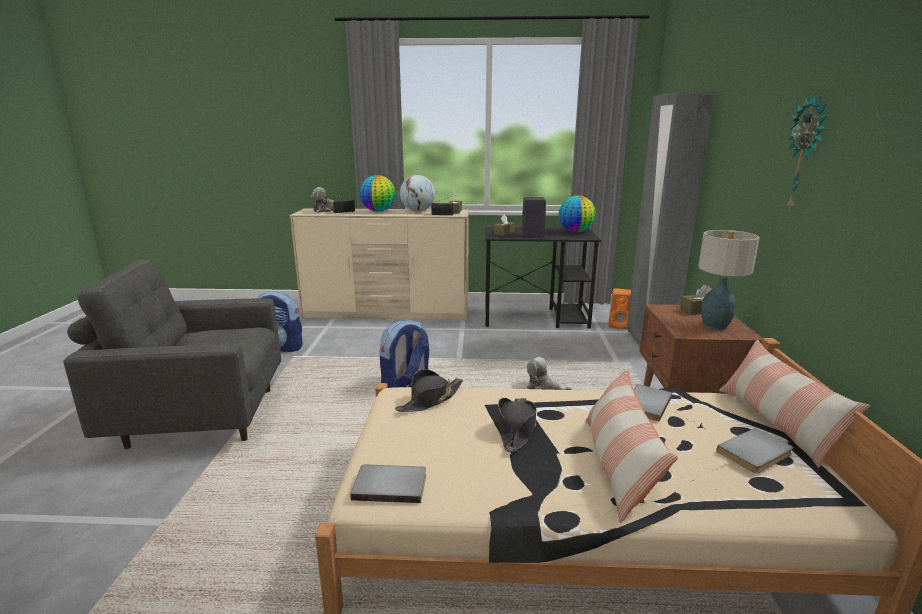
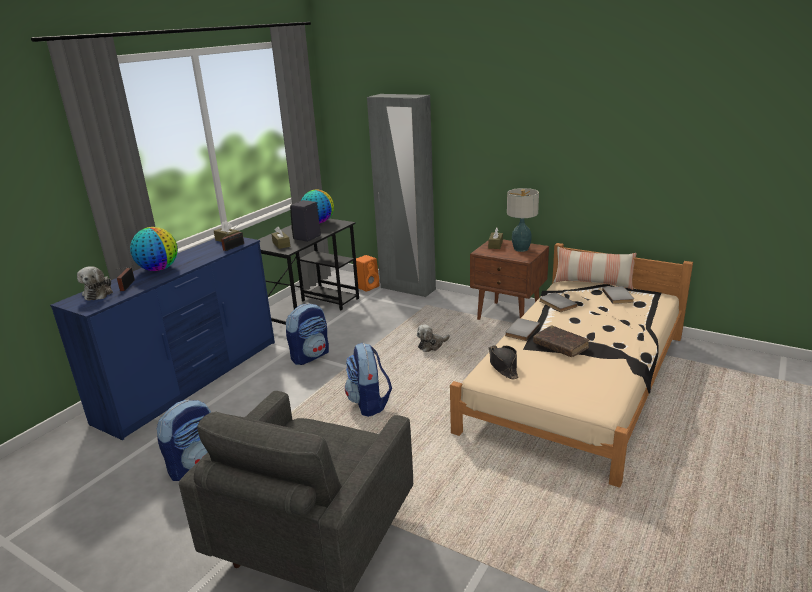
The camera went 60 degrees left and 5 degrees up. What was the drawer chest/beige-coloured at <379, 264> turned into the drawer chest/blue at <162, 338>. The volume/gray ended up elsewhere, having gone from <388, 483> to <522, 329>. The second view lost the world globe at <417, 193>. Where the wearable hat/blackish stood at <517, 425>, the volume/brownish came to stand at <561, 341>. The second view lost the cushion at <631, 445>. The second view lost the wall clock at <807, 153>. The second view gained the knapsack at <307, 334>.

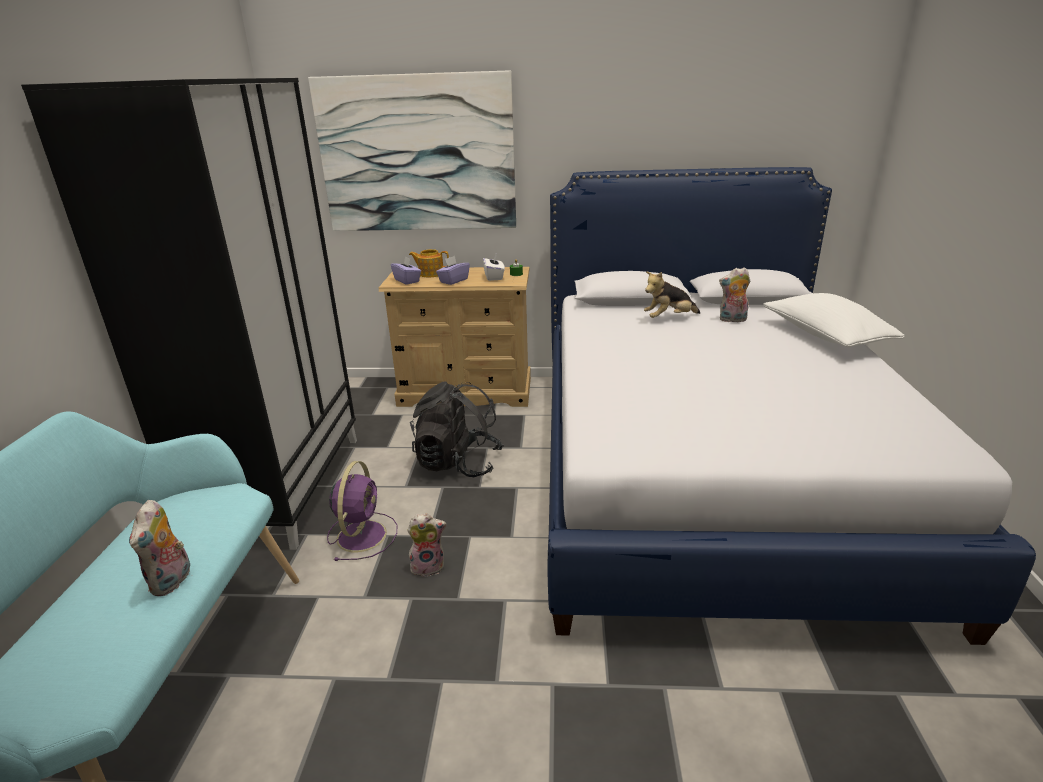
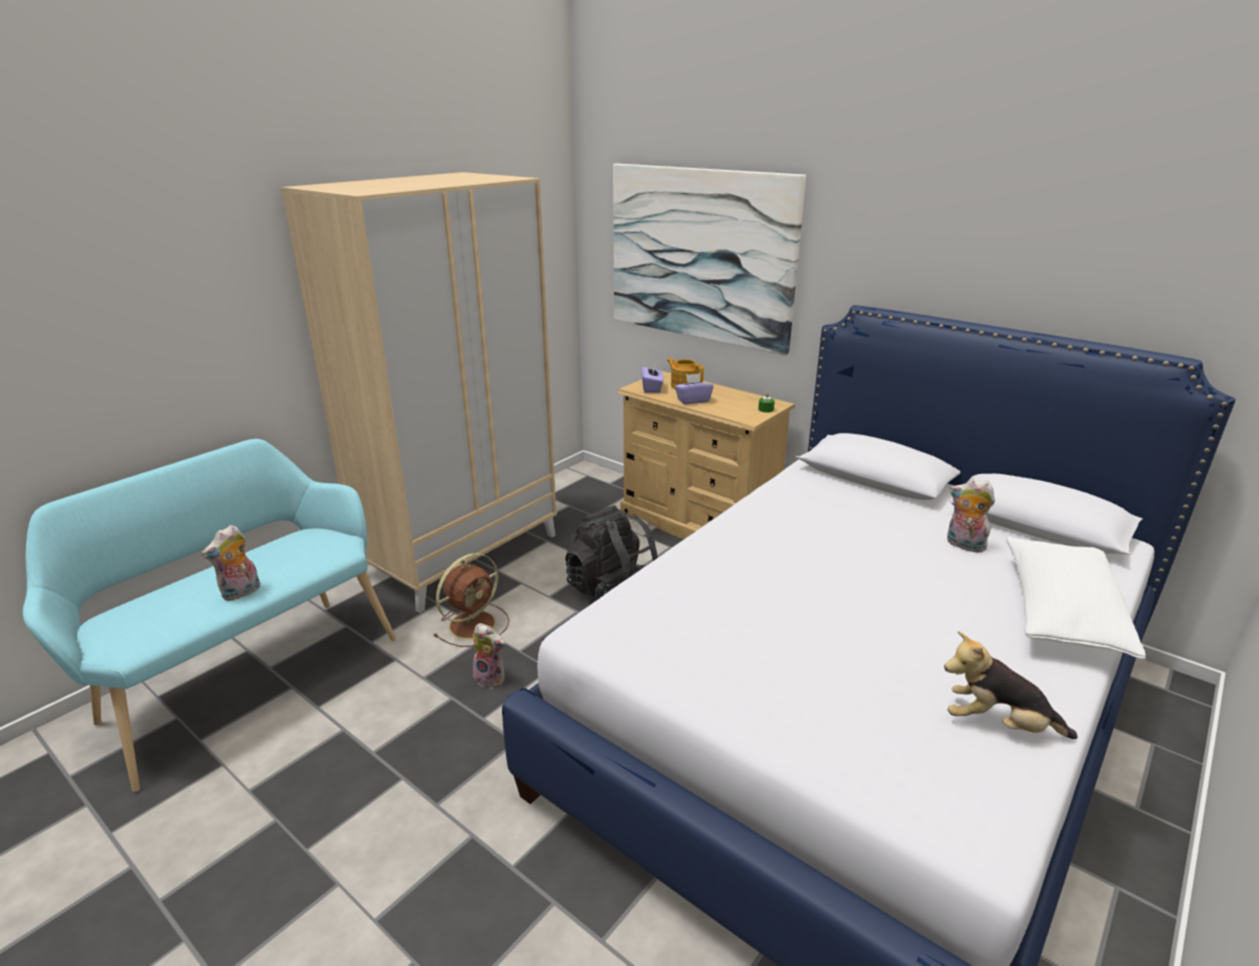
The camera went 35 degrees right and 0 degrees up. What was the wardrobe/blackish at <189, 314> turned into the wardrobe/beige-coloured at <419, 392>. What was the electric fan/purplish at <362, 511> turned into the electric fan/brownish at <471, 600>. The second view lost the tissue box/white at <494, 267>. The cuddly toy ended up elsewhere, having gone from <672, 294> to <1011, 685>.

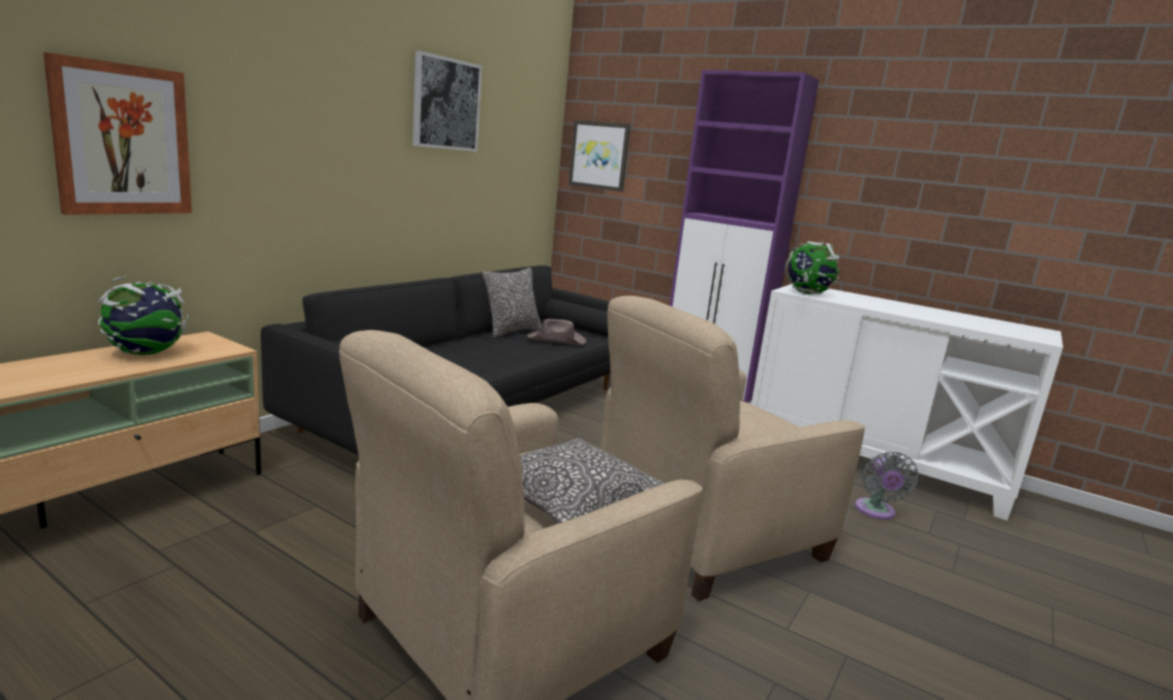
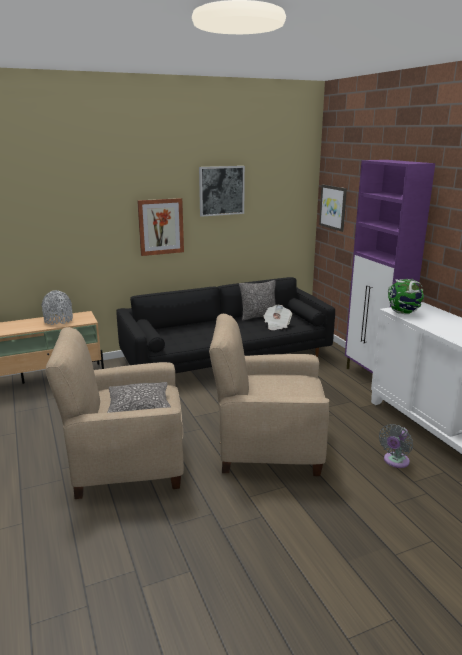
The camera went 35 degrees right and 5 degrees up. The wall picture ended up elsewhere, having gone from <117, 133> to <160, 227>. Where the world globe stood at <143, 315>, the vase/gray came to stand at <57, 307>. Where the wearable hat/brownish stood at <557, 332>, the printed paper came to stand at <277, 317>.

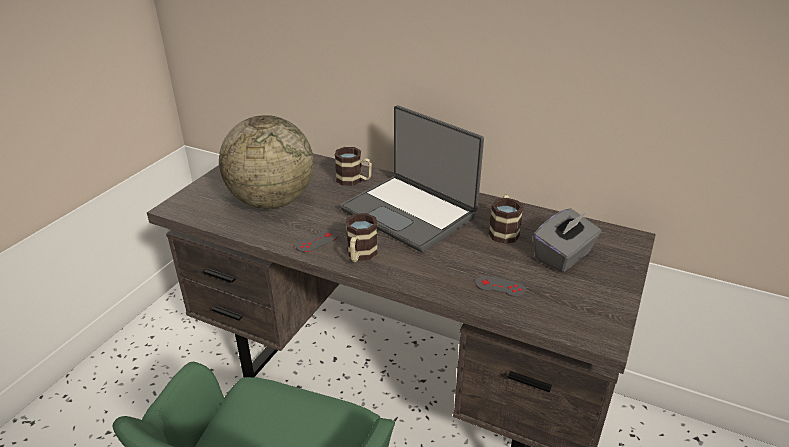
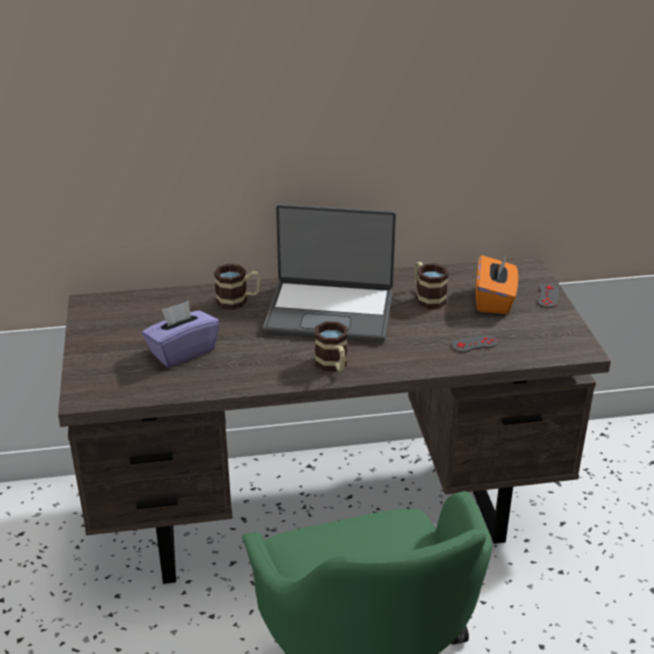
The camera went 35 degrees left and 0 degrees up. Where the world globe stood at <266, 162>, the tissue box/purplish came to stand at <180, 334>. The gamepad/gray ended up elsewhere, having gone from <317, 241> to <548, 295>. What was the tissue box/gray at <567, 240> turned into the tissue box/orange-coloured at <497, 284>.

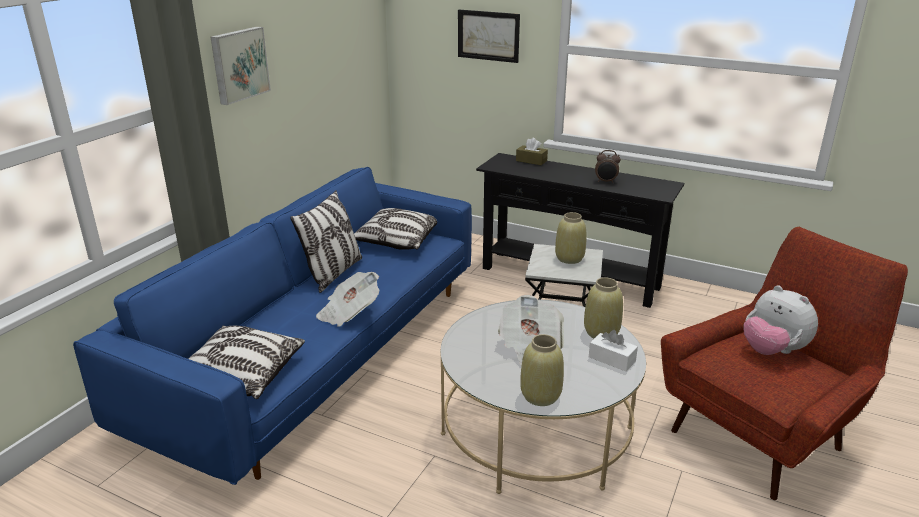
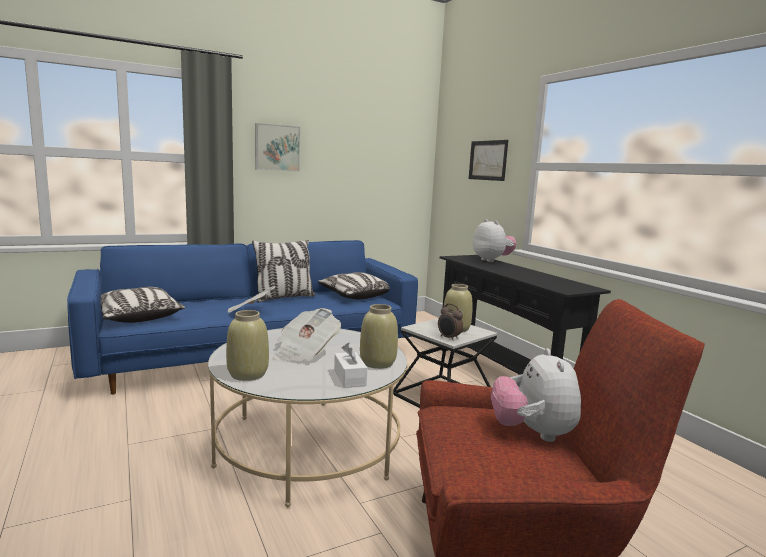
The camera went 35 degrees right and 15 degrees down. Where the tissue box/brownish stood at <532, 151>, the cuddly toy came to stand at <494, 240>. The bedside clock ended up elsewhere, having gone from <608, 166> to <450, 322>.

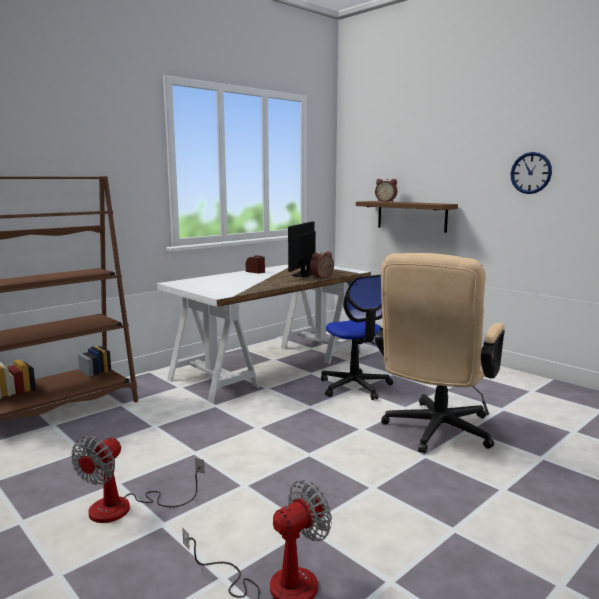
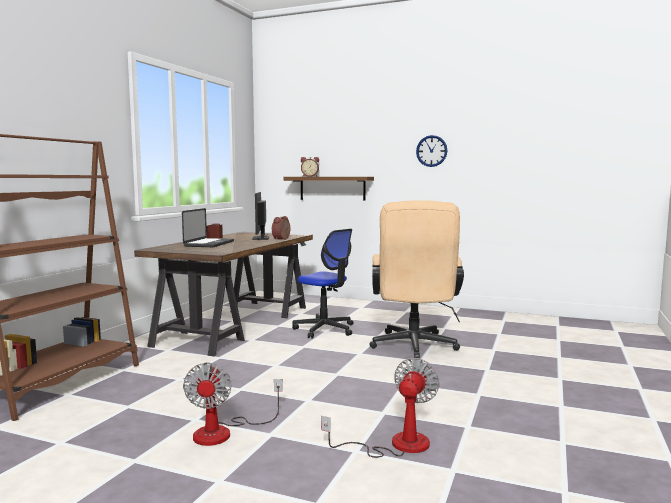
The camera went 25 degrees left and 5 degrees down. What was the desk/white at <264, 333> turned into the desk/brownish at <223, 294>. The second view gained the laptop at <208, 227>.

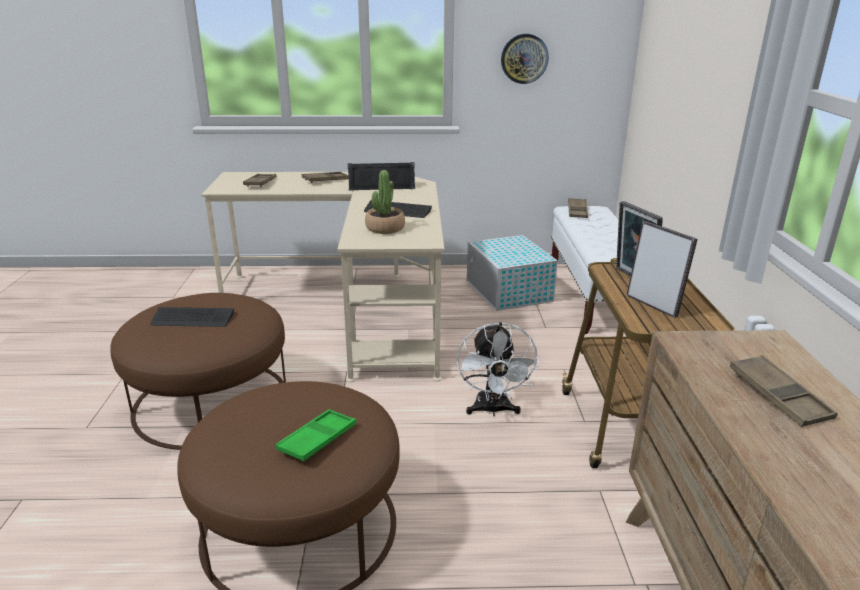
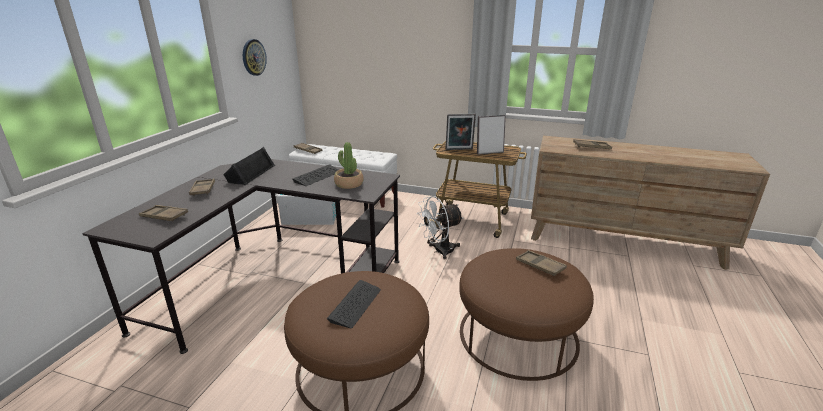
The camera went 70 degrees left and 0 degrees up. What was the desk/beige-coloured at <322, 277> turned into the desk/blackish at <241, 256>. What was the serving tray/green at <316, 435> turned into the serving tray/brownish at <541, 263>. The electric fan/white at <498, 369> ended up facing another way, 135 degrees clockwise from before.

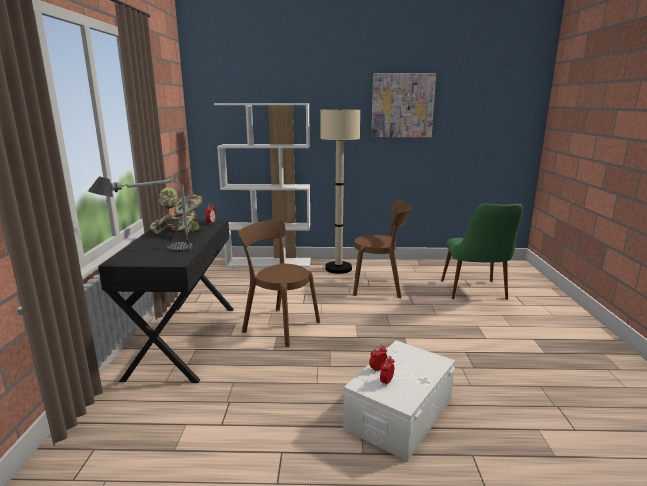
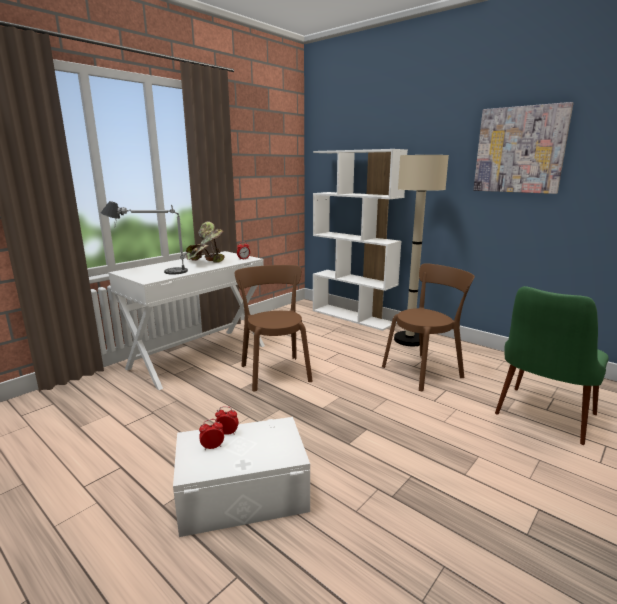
The camera went 40 degrees right and 0 degrees up. What was the desk/blackish at <166, 301> turned into the desk/white at <186, 320>. The plain chair/brownish at <382, 249> ended up facing another way, 75 degrees counterclockwise from before.

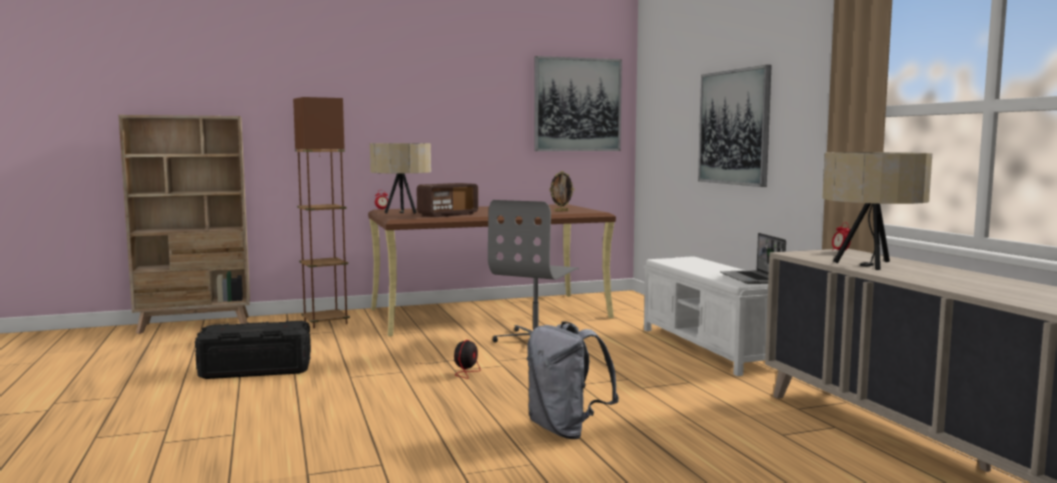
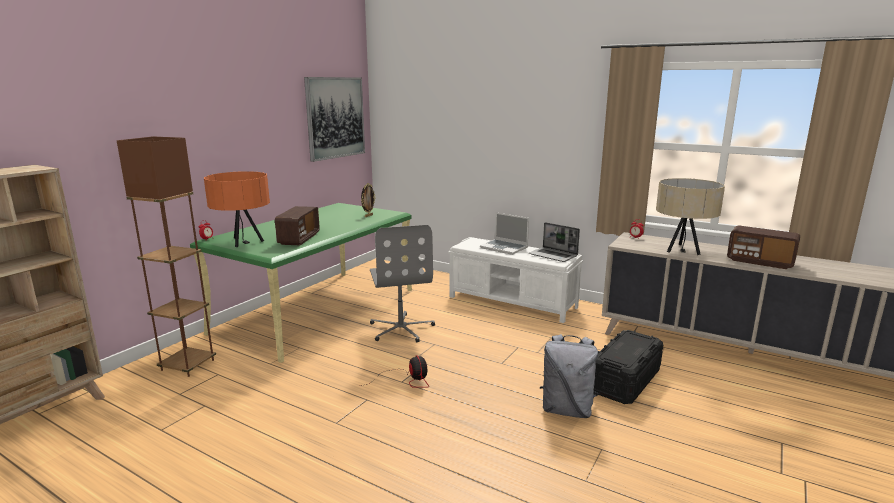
The camera went 40 degrees left and 10 degrees up. The storage box/blackish ended up elsewhere, having gone from <253, 350> to <628, 367>. What was the desk/brownish at <492, 270> turned into the desk/green at <301, 283>. What was the table lamp/beige-coloured at <400, 178> turned into the table lamp/orange-coloured at <237, 209>. The second view lost the wall picture at <735, 126>. The second view gained the laptop at <504, 233>. The second view gained the radio receiver at <763, 247>.

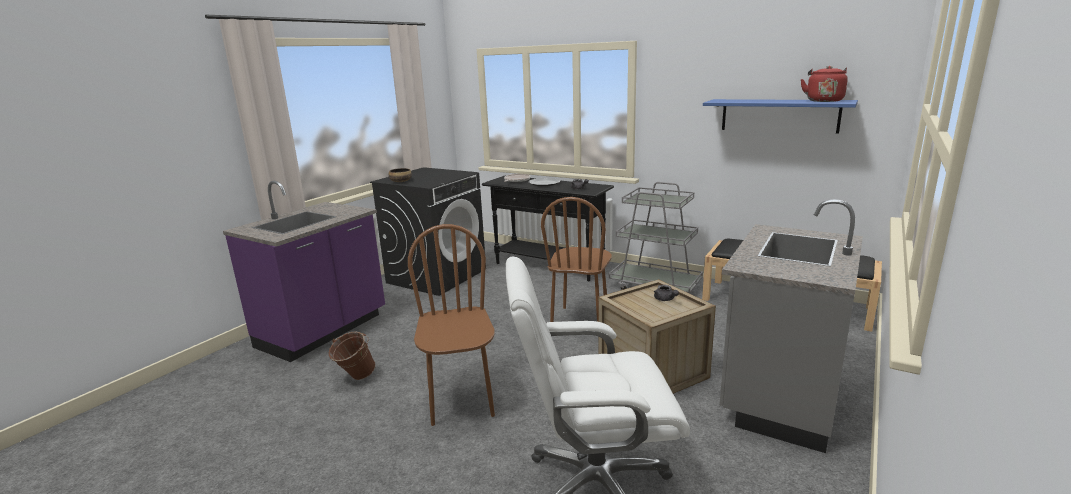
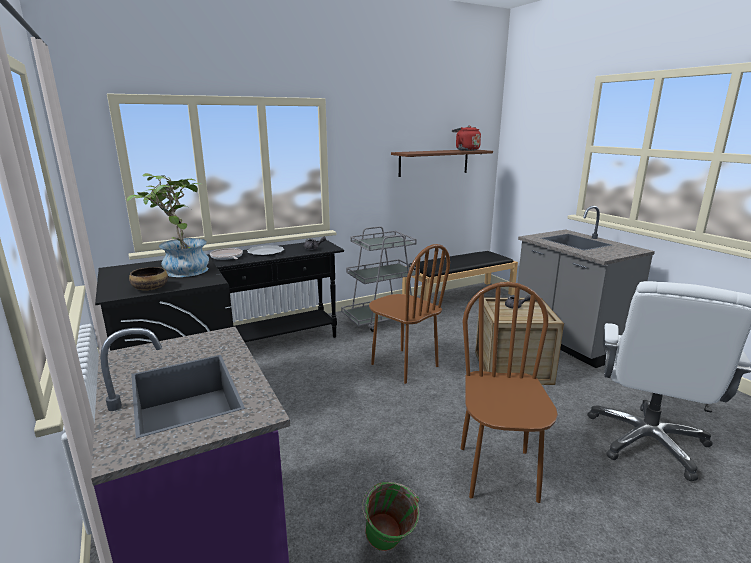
The camera went 60 degrees left and 0 degrees up. What was the water bucket/brownish at <352, 356> turned into the water bucket/green at <391, 516>. The plain chair/brownish at <451, 325> ended up facing another way, 75 degrees clockwise from before. What was the bracket shelf/blue at <780, 116> turned into the bracket shelf/brownish at <442, 163>. The second view gained the potted plant at <168, 225>.

